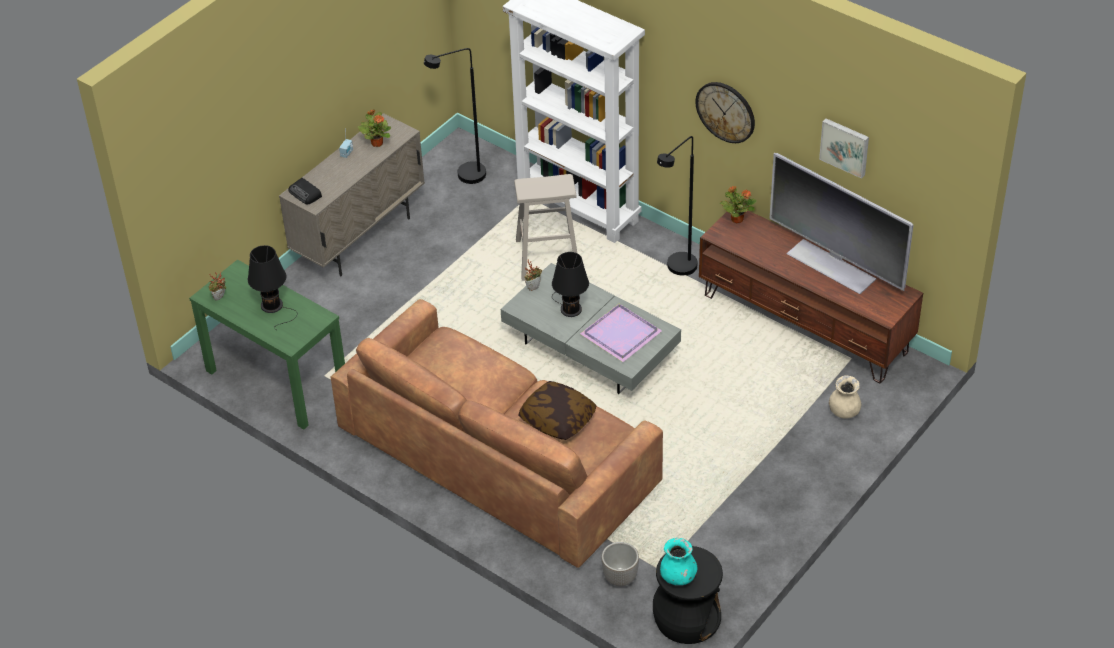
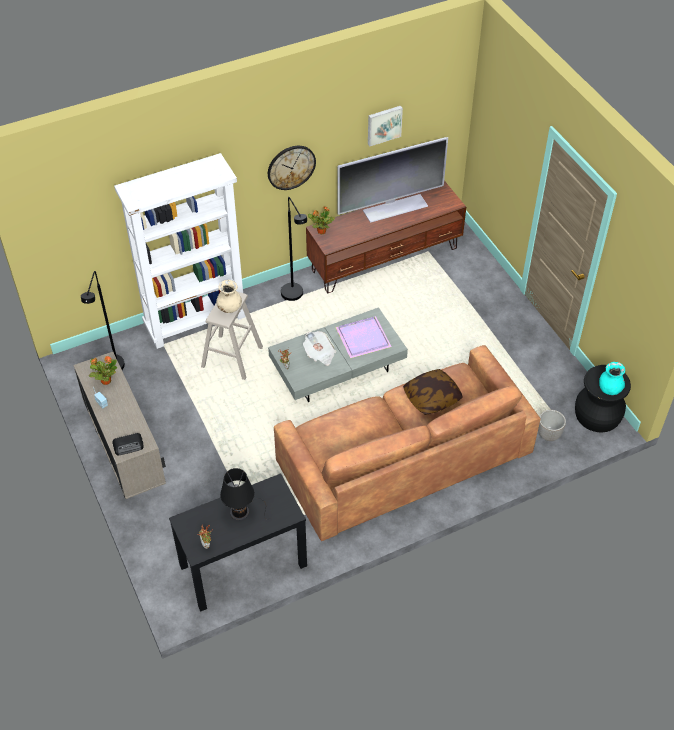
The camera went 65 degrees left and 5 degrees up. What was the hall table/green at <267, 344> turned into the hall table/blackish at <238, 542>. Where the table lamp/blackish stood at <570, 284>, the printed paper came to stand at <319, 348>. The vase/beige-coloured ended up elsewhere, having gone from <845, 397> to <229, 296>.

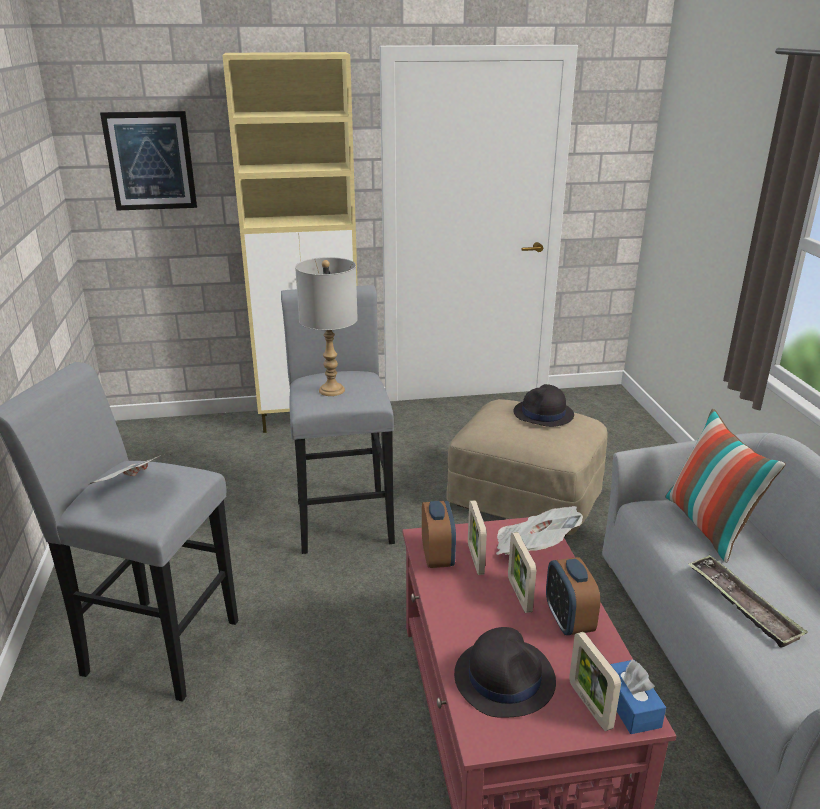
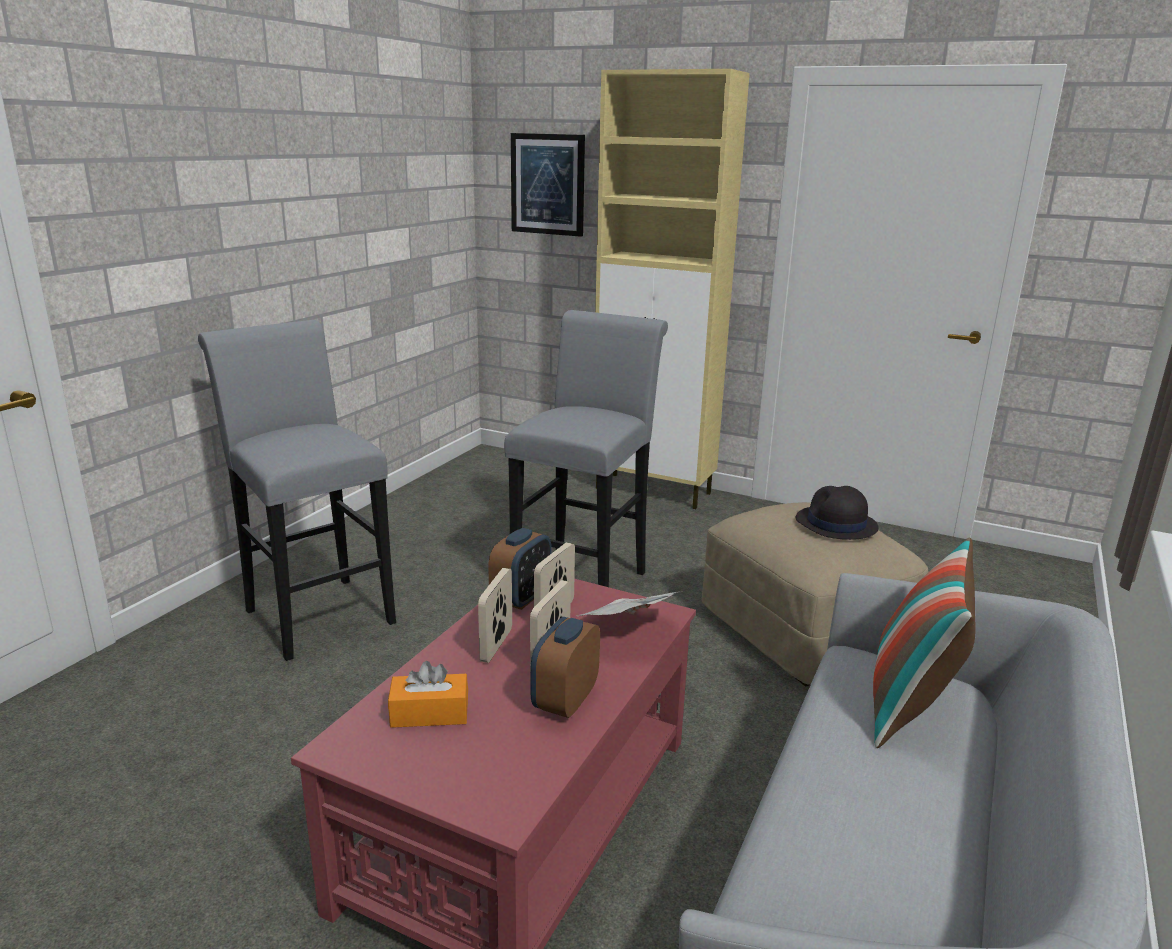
The camera went 35 degrees right and 5 degrees down. The second view lost the printed paper at <131, 468>. The second view lost the table lamp/gray at <326, 326>. Where the wearable hat/blackish stood at <505, 672>, the tissue box/orange-coloured came to stand at <428, 694>. The standing frame ended up elsewhere, having gone from <595, 681> to <495, 615>. The second view lost the tissue box/blue at <638, 697>. The second view lost the serving tray at <748, 601>.

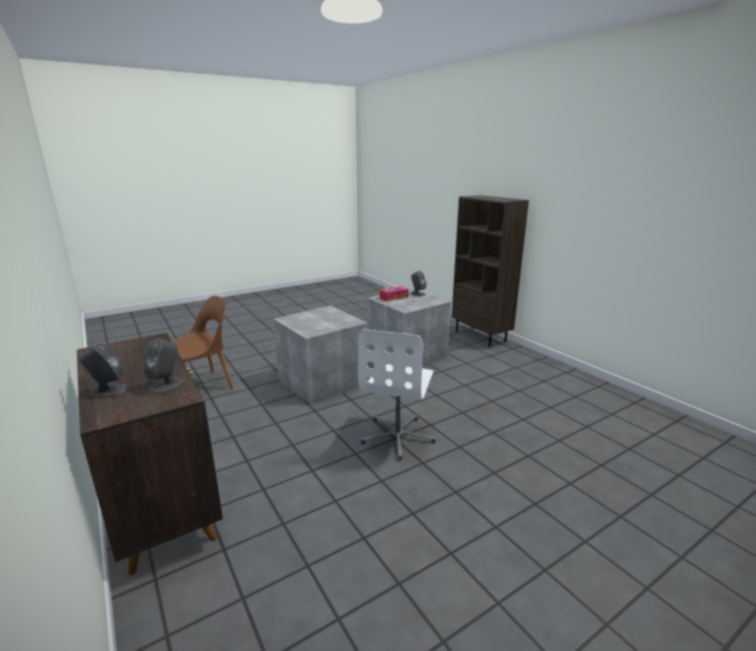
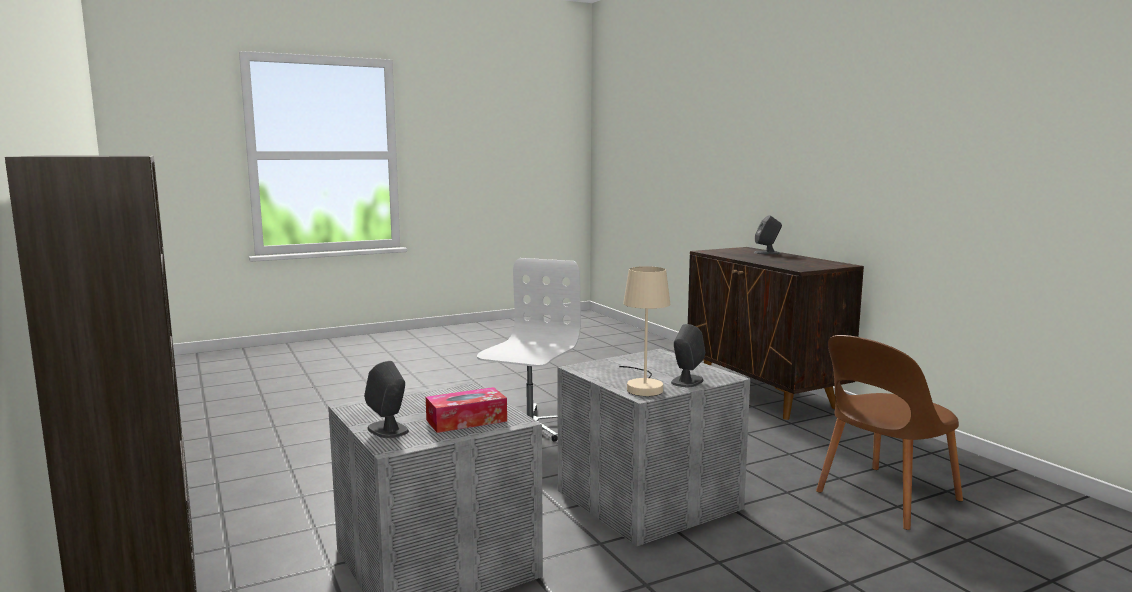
The camera went 175 degrees left and 10 degrees down. The audio speaker/gray ended up elsewhere, having gone from <163, 366> to <688, 355>. The second view gained the table lamp/beige-coloured at <644, 331>.

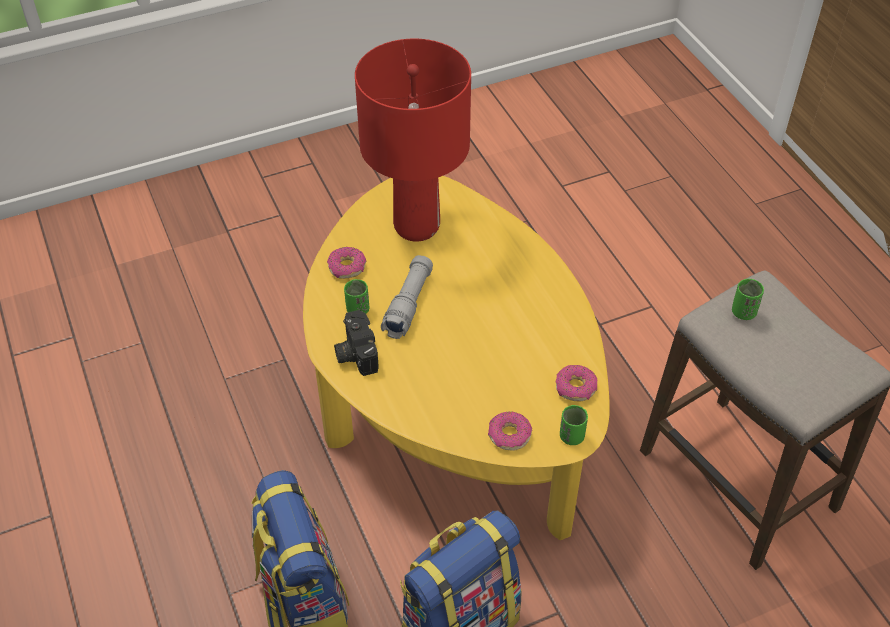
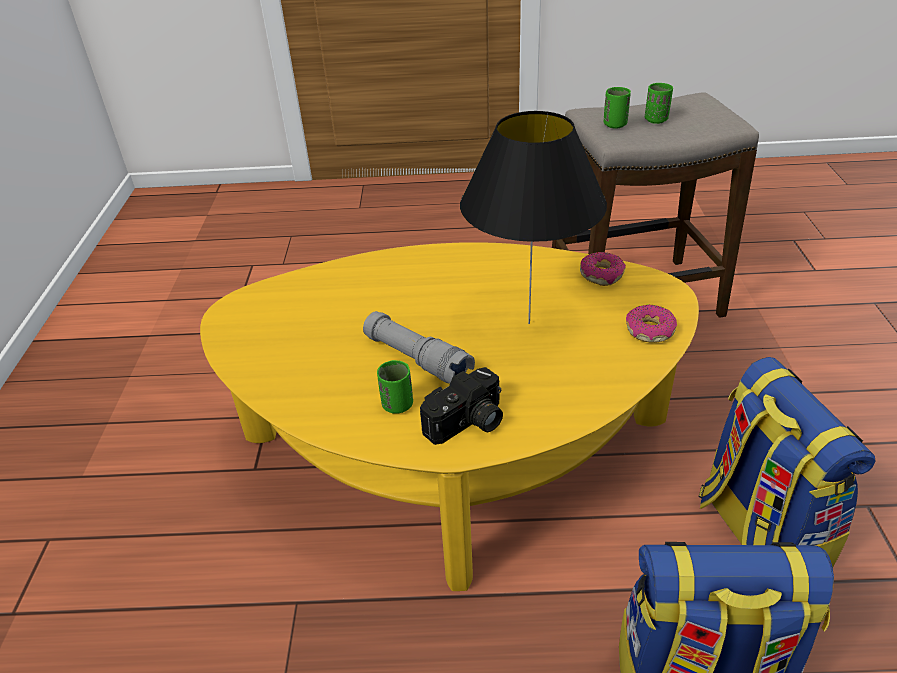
The camera went 65 degrees left and 10 degrees down. The second view lost the donut at <347, 263>. The photo camera at <356, 343> ended up facing another way, 45 degrees counterclockwise from before. The second view lost the table lamp/reddish at <413, 140>. The small cup/green ended up elsewhere, having gone from <574, 425> to <659, 103>. The second view gained the table lamp/blackish at <533, 217>.

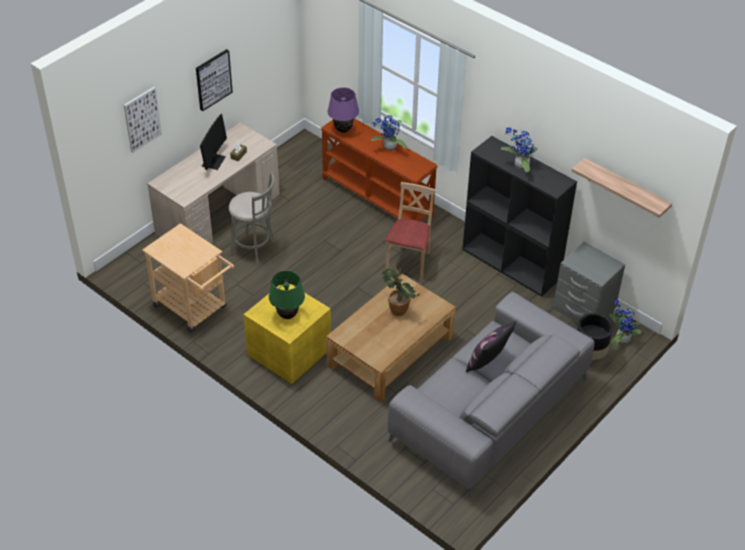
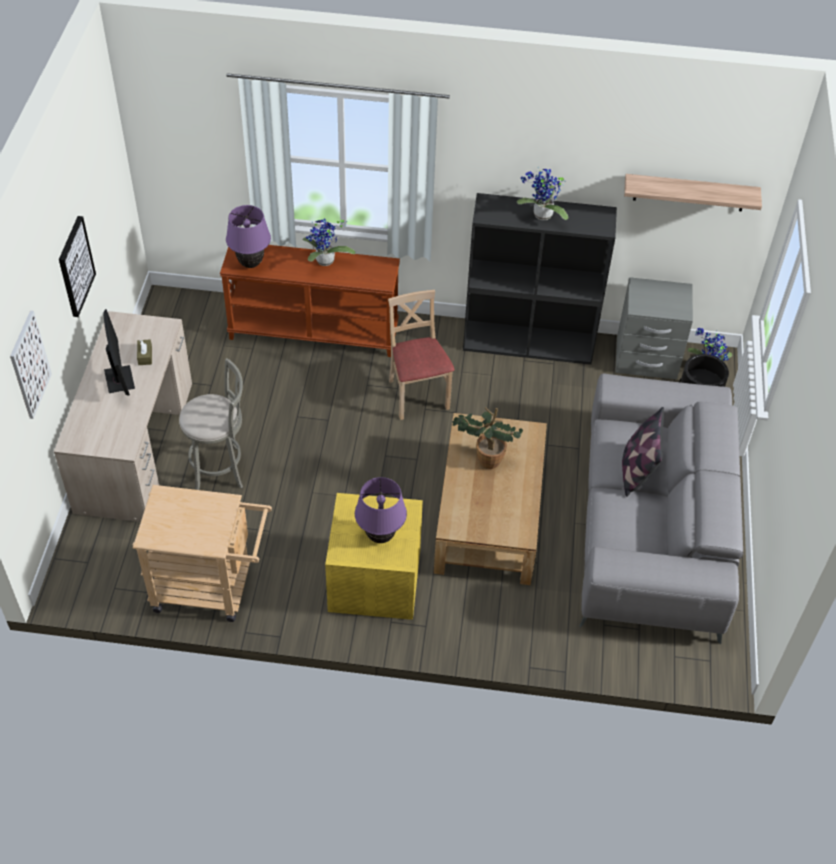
The camera went 35 degrees left and 5 degrees up. What was the table lamp/green at <287, 294> turned into the table lamp/purplish at <381, 510>.

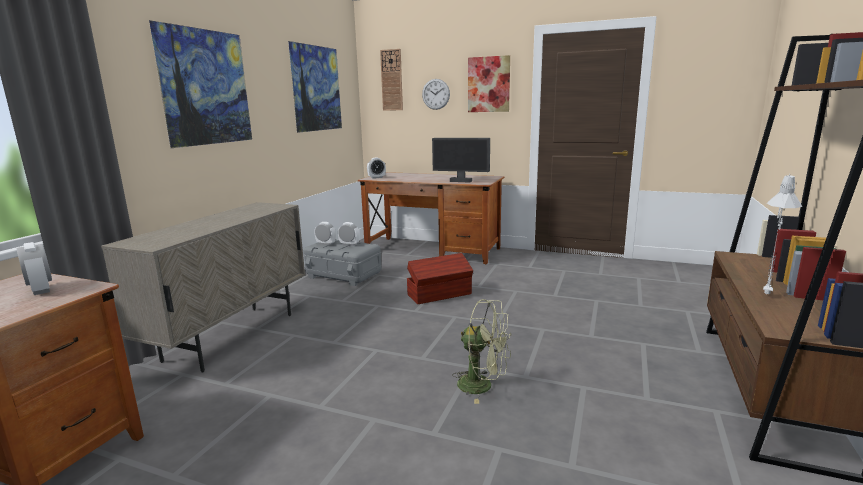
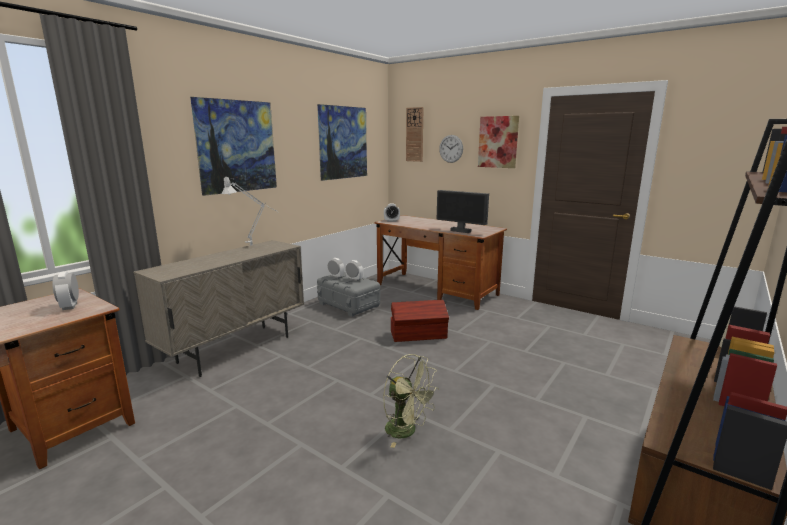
The camera went 15 degrees right and 0 degrees up. The table lamp/gray ended up elsewhere, having gone from <782, 234> to <250, 211>.

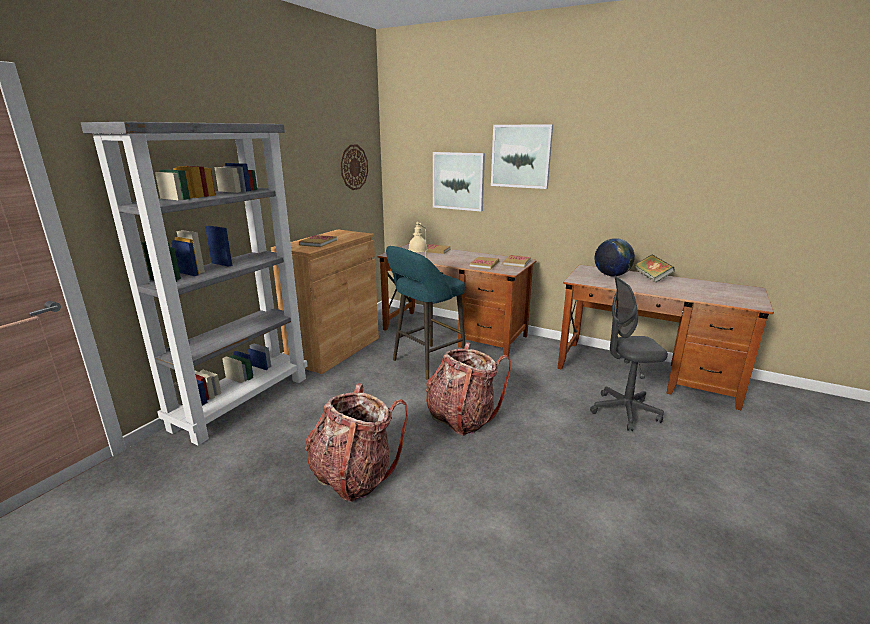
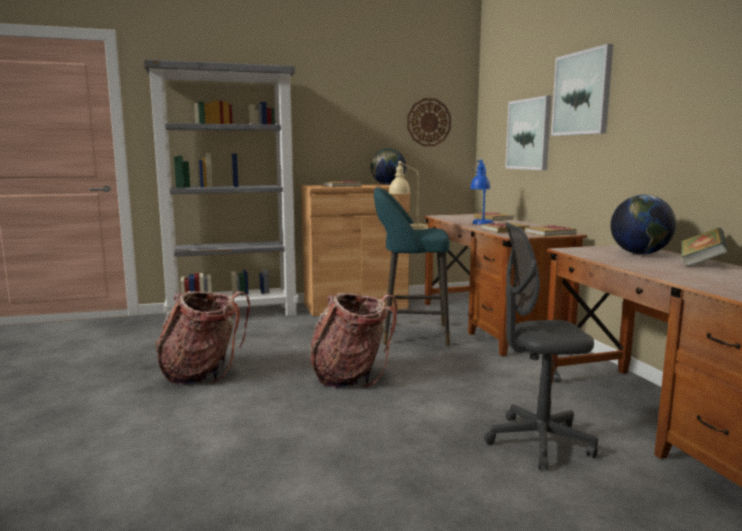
The camera went 45 degrees right and 10 degrees down. The office chair/gray at <629, 353> ended up facing another way, 45 degrees counterclockwise from before. The second view gained the world globe at <388, 166>. The second view gained the table lamp/blue at <482, 192>.

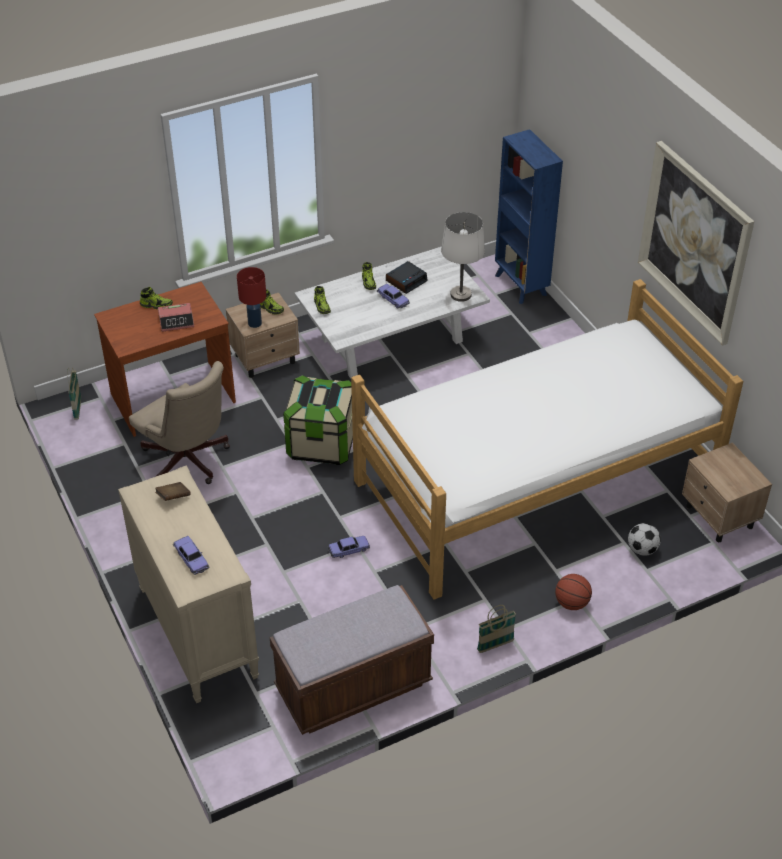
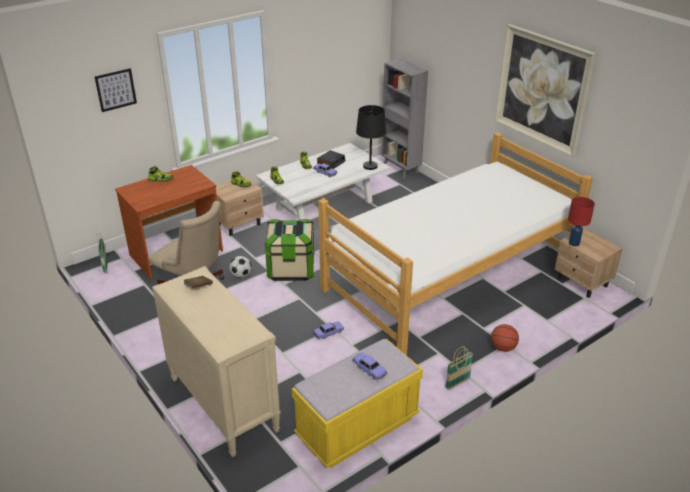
The camera went 10 degrees left and 10 degrees down. The second view lost the bedside clock at <176, 317>. The miniature car ended up elsewhere, having gone from <191, 555> to <369, 366>. The table lamp/reddish ended up elsewhere, having gone from <251, 297> to <581, 222>. What was the bench/brownish at <352, 660> turned into the bench/yellowish at <357, 403>. What was the table lamp/white at <463, 257> turned into the table lamp/blackish at <371, 137>. What was the shelving unit/blue at <529, 216> turned into the shelving unit/gray at <405, 119>. The football ended up elsewhere, having gone from <644, 539> to <240, 267>. The second view gained the wall picture at <116, 90>.

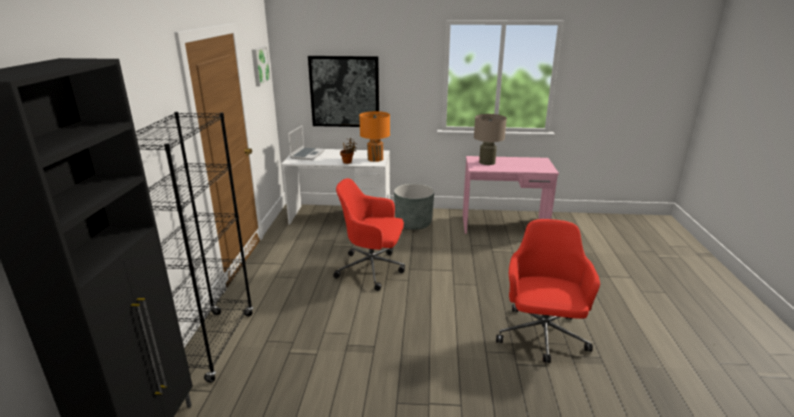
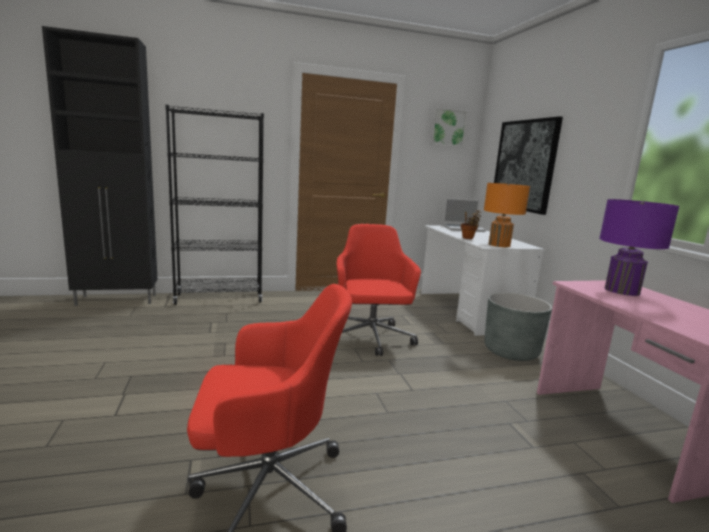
The camera went 70 degrees right and 10 degrees down. What was the table lamp/beige-coloured at <490, 139> turned into the table lamp/purplish at <639, 247>.

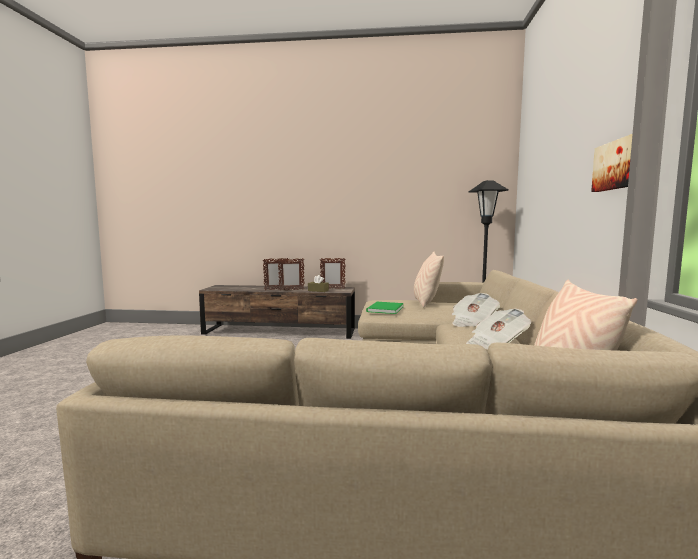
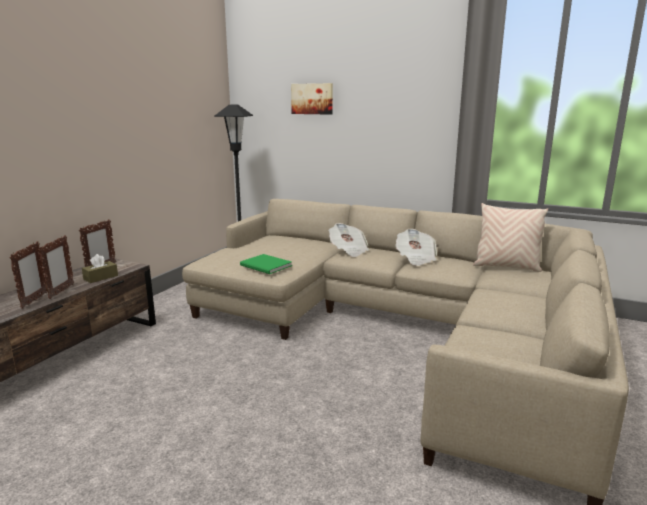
The camera went 70 degrees left and 10 degrees up. The second view lost the cushion/beige-coloured at <429, 279>. The wall picture ended up elsewhere, having gone from <611, 163> to <312, 99>.

